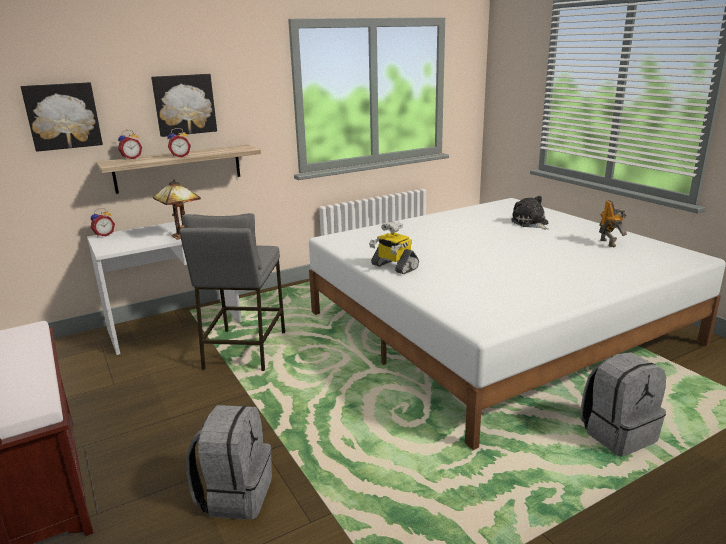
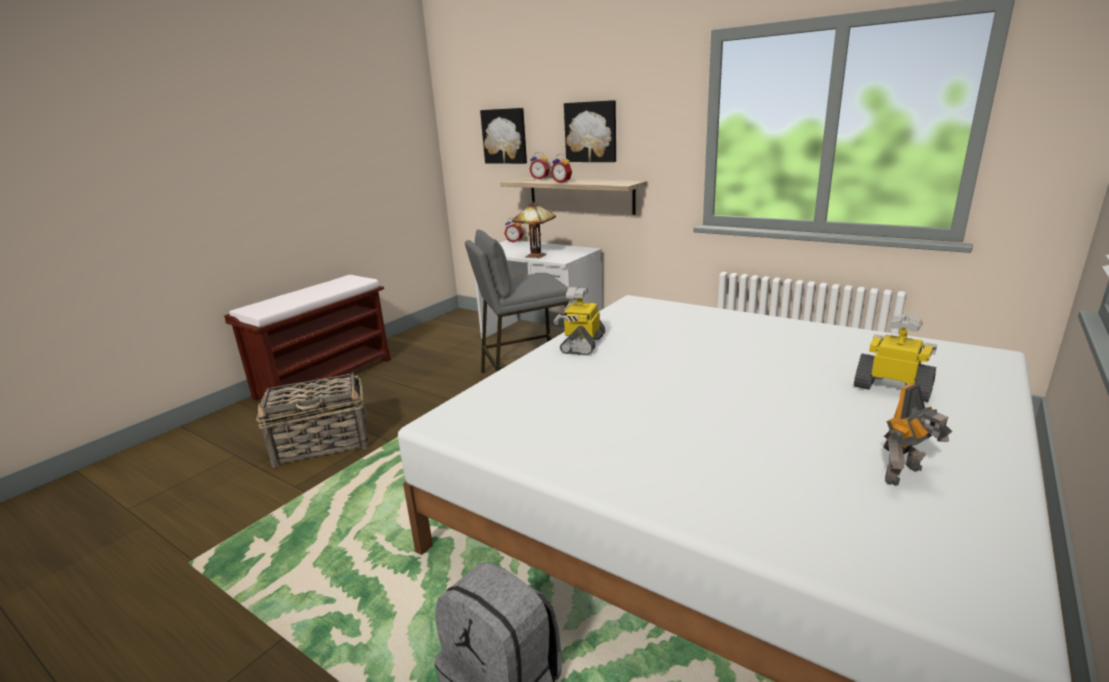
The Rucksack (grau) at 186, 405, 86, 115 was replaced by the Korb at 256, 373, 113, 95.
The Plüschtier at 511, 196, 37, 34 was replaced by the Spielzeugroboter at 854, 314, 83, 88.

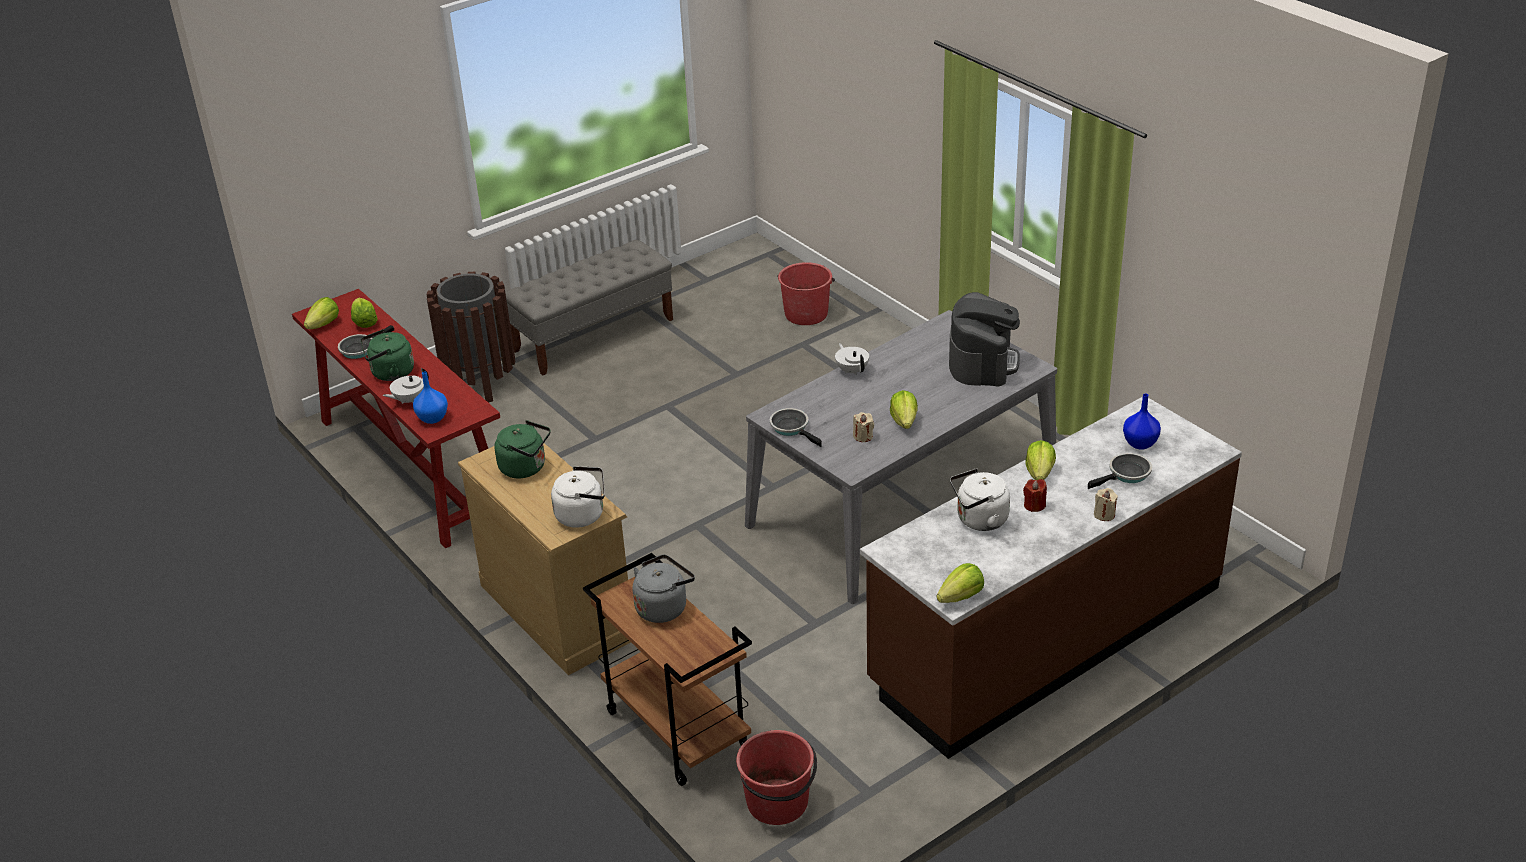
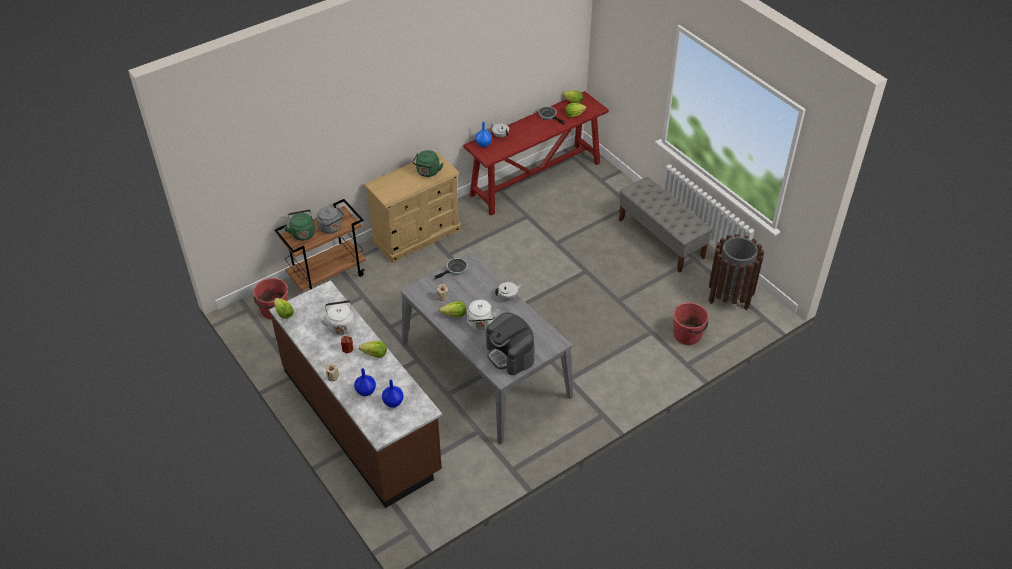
The Wasserkessel (grün) moved from 361, 329, 53, 52 to 284, 210, 31, 31.
The Mülleimer (braun) moved from 426, 272, 89, 130 to 709, 234, 55, 76.
The Wasserkessel (weiß) moved from 551, 466, 54, 62 to 467, 300, 32, 30.
The Kaffeemaschine at 949, 292, 71, 95 turned 45 degrees clockwise.
The Pfanne at 1088, 453, 64, 36 was replaced by the Vase (blau) at 354, 368, 22, 28.

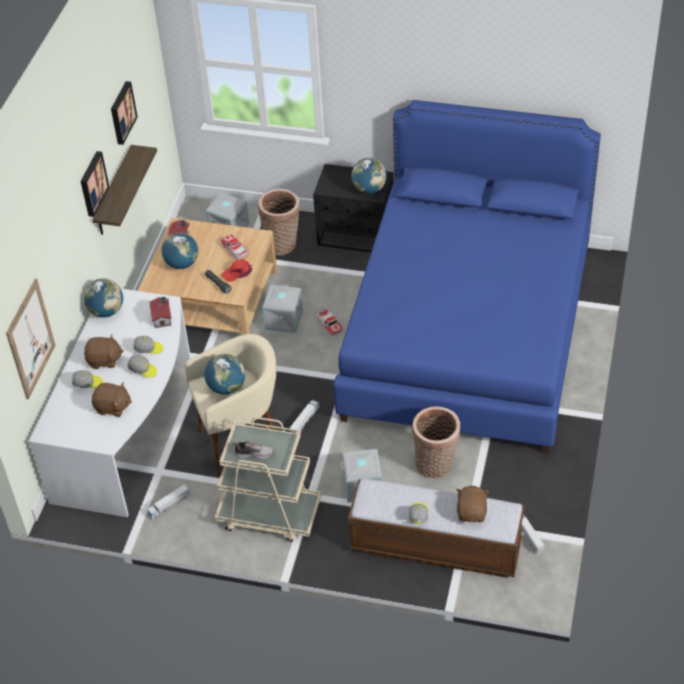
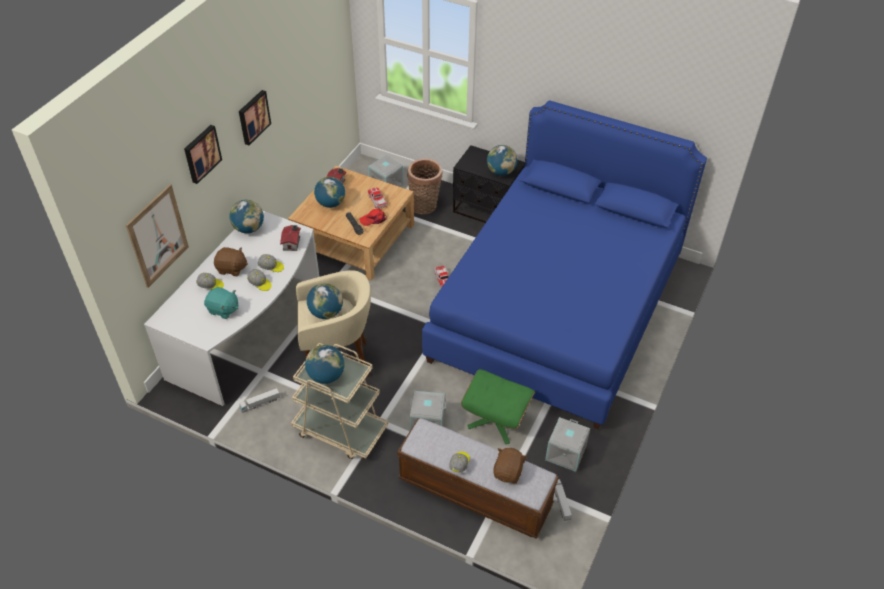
The Plüschtier (braun) at 92, 382, 40, 35 became the Plüschtier (türkis) at 204, 287, 34, 32.
The Wandregal at 93, 145, 64, 90 disappeared.
The Bild moved from 111, 81, 27, 64 to 184, 125, 38, 59.
The Schuh at 233, 441, 41, 18 was replaced by the Globus at 305, 345, 40, 39.
The Aufbewahrungsbox (grau) moved from 262, 284, 41, 49 to 545, 417, 45, 55.
The Spielzeuglaster at 290, 400, 29, 33 disappeared.
The Korb at 412, 406, 48, 73 was replaced by the Polsterhocker (grün) at 461, 369, 74, 75.

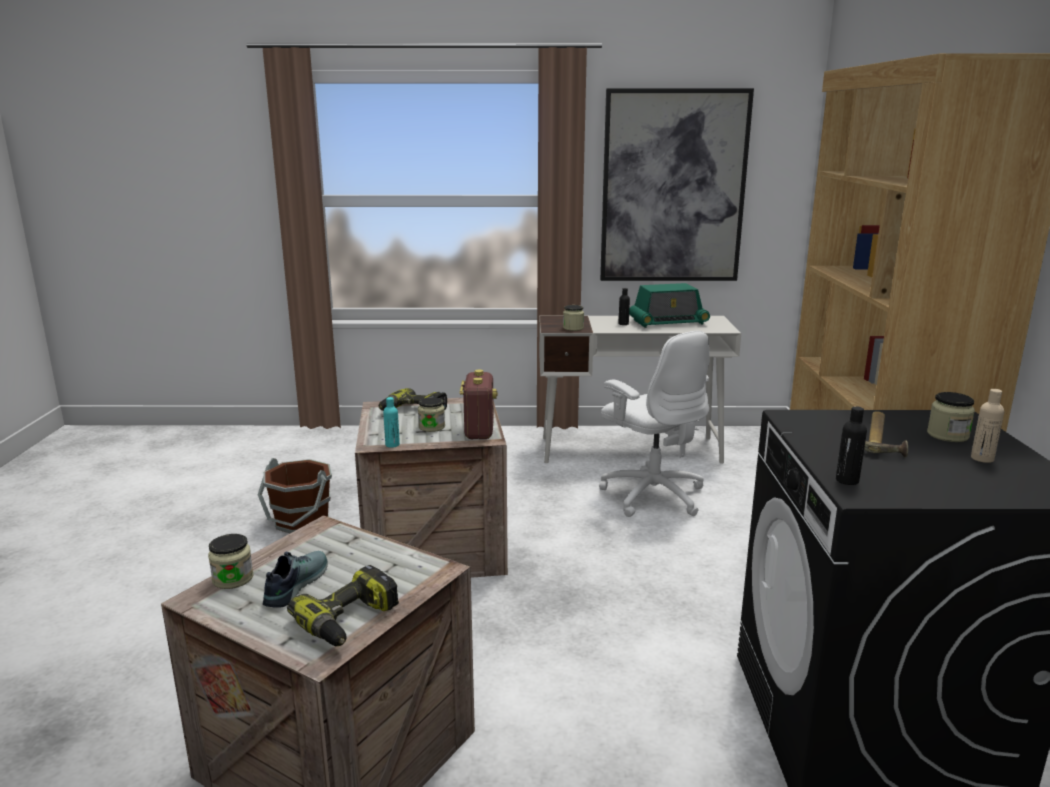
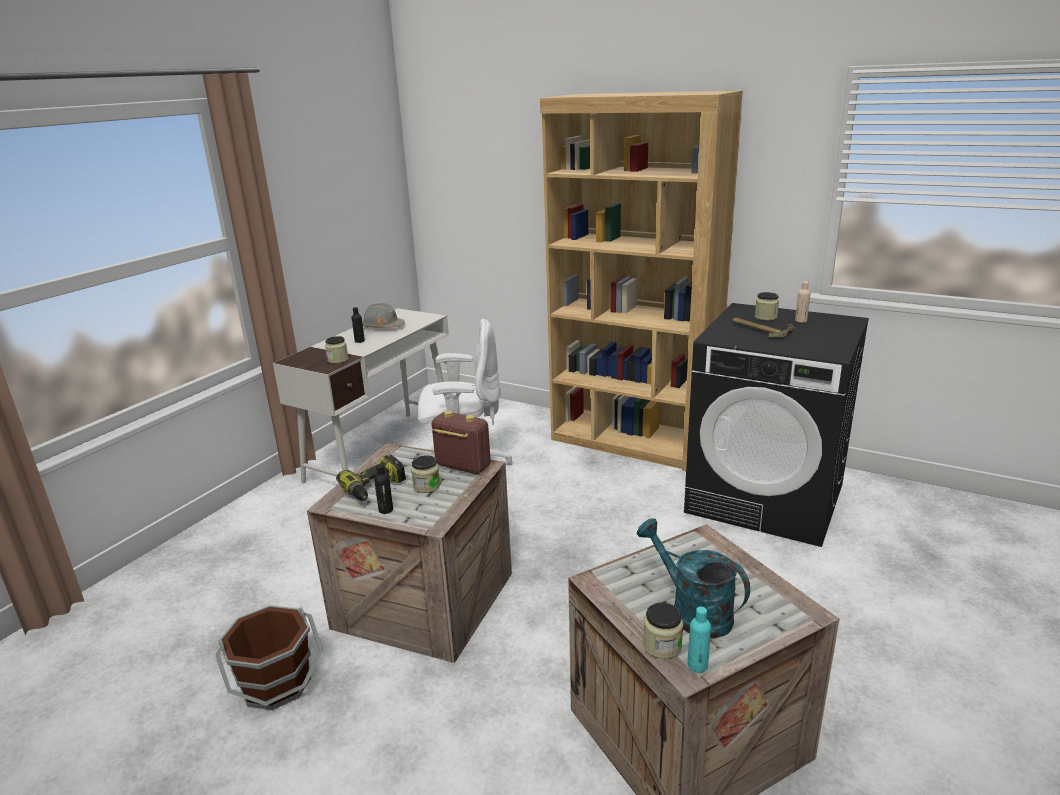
The Schuh at 263, 551, 65, 57 was replaced by the Gießkanne (türkis) at 637, 518, 113, 120.
The Bohrmaschine at 287, 565, 112, 81 disappeared.
The Flasche (türkis) moved from 383, 397, 17, 51 to 688, 607, 23, 66.
The Bild at 600, 88, 154, 193 disappeared.
The Radio at 629, 283, 81, 45 was replaced by the Schutzhelm (grau) at 362, 303, 43, 25.
The Flasche (schwarz) moved from 836, 406, 31, 79 to 374, 464, 19, 50.

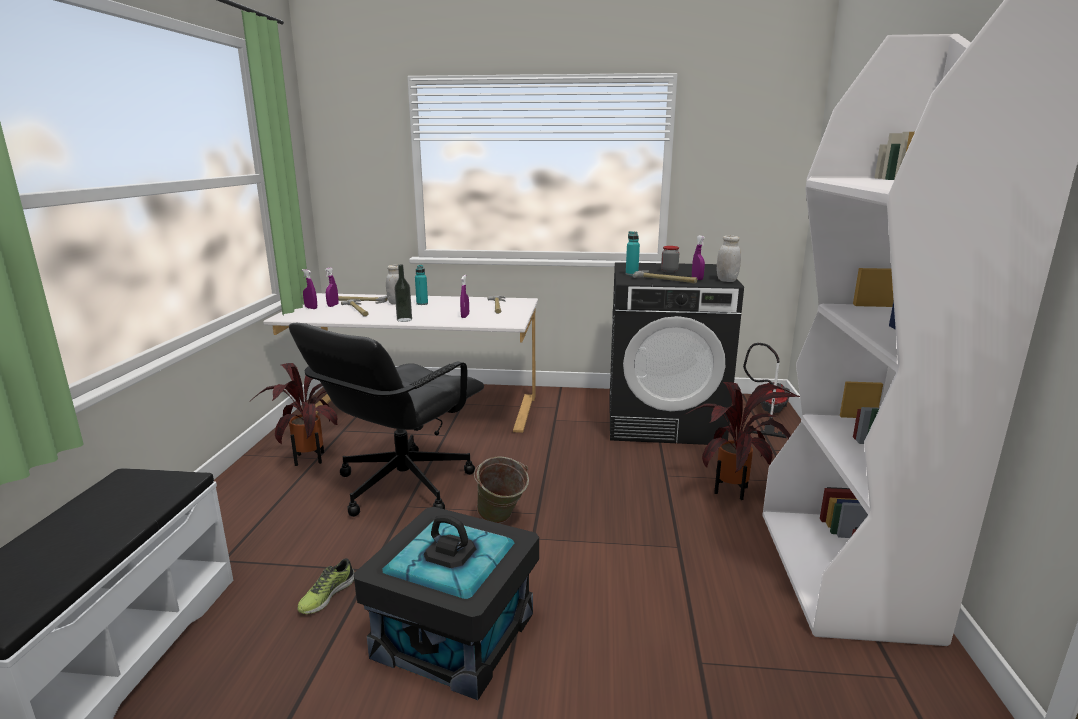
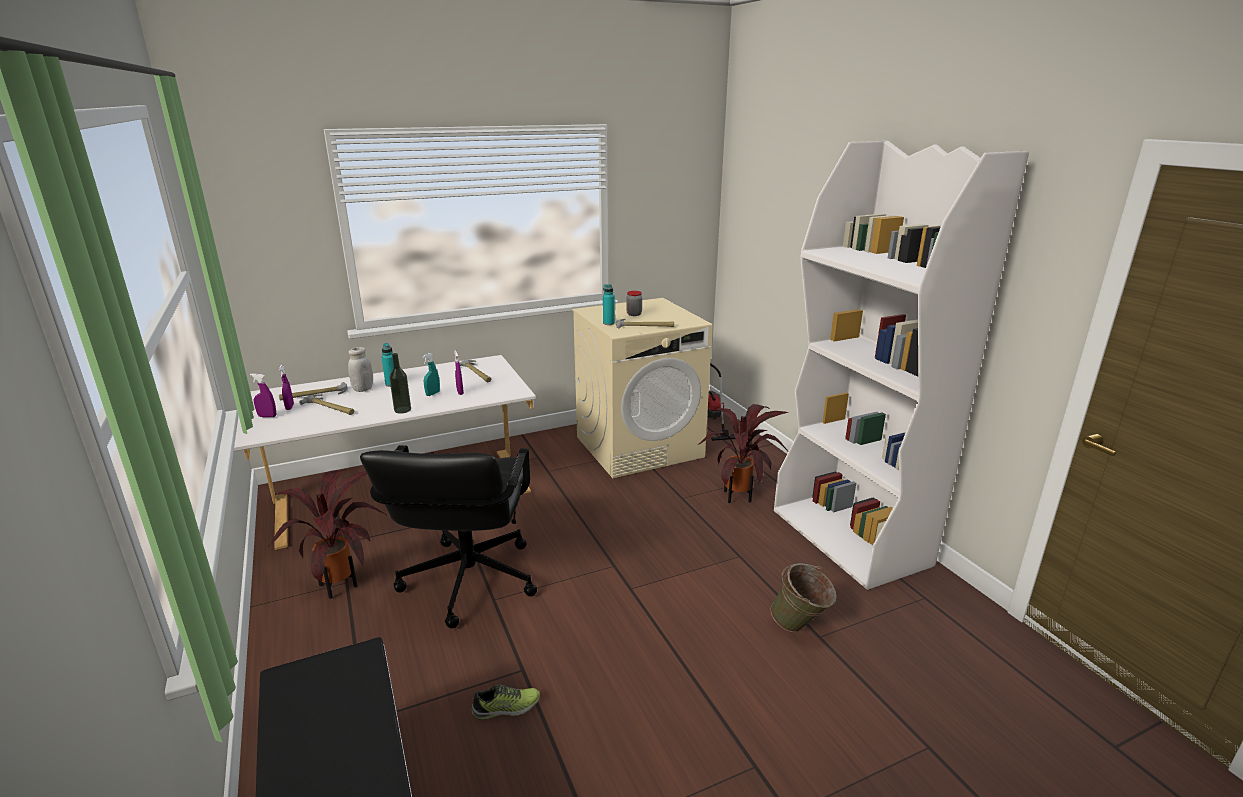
The Schuh at 297, 558, 57, 56 turned 105 degrees counterclockwise.
The Aufbewahrungsbox (schwarz) at 354, 507, 185, 193 disappeared.
The Eimer (grün) moved from 474, 456, 55, 67 to 770, 563, 66, 69.
The Waschmaschine (schwarz) at 609, 262, 135, 183 became the Waschmaschine (beige) at 572, 298, 140, 180.
The Sprühflasche (lila) at 692, 235, 13, 45 disappeared.
The Vorratsglas (weiß) at 717, 235, 24, 47 disappeared.
The Sprühflasche (türkis) at 422, 353, 18, 43 appeared.

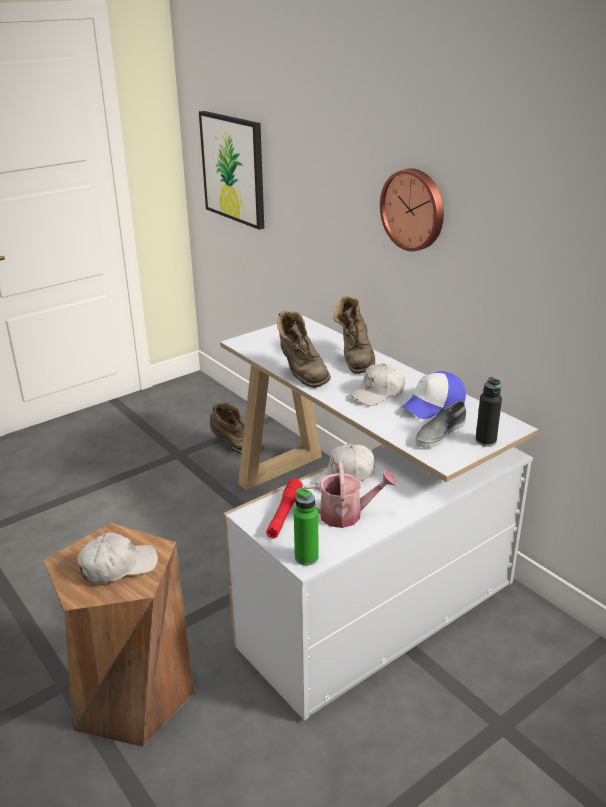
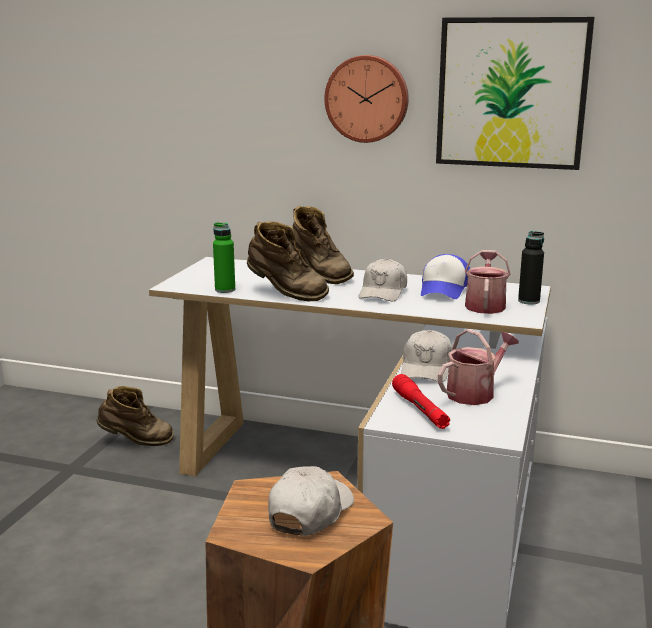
The Bild moved from 199, 111, 65, 119 to 436, 17, 158, 153.
The Flasche (grün) moved from 294, 488, 24, 78 to 213, 222, 22, 71.
The Schuh (grau) at 415, 401, 51, 47 was replaced by the Gießkanne at 465, 250, 45, 64.

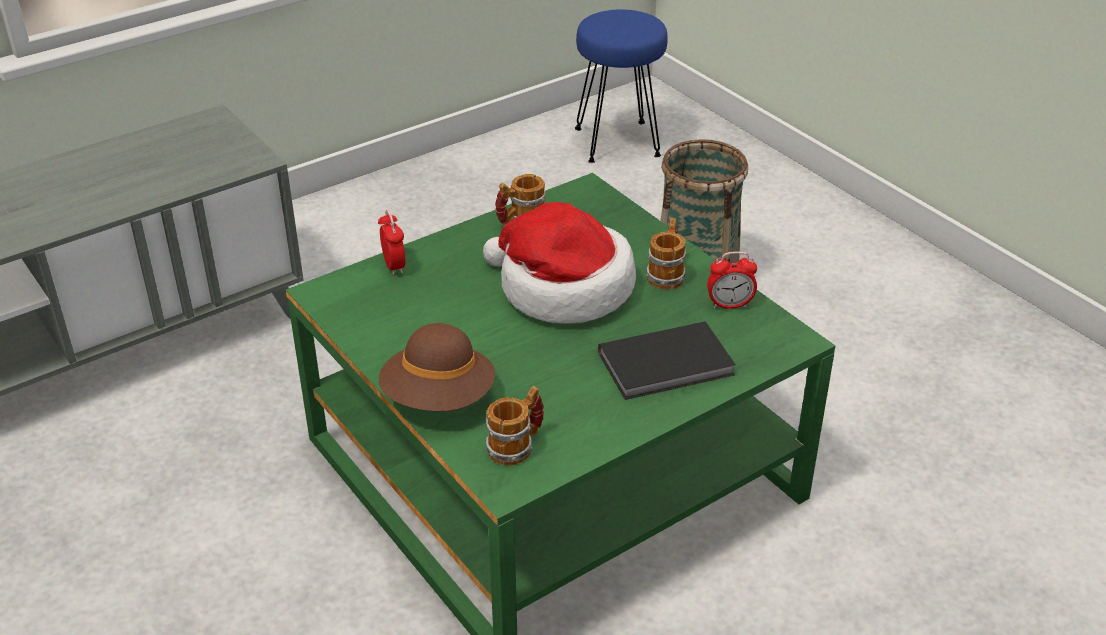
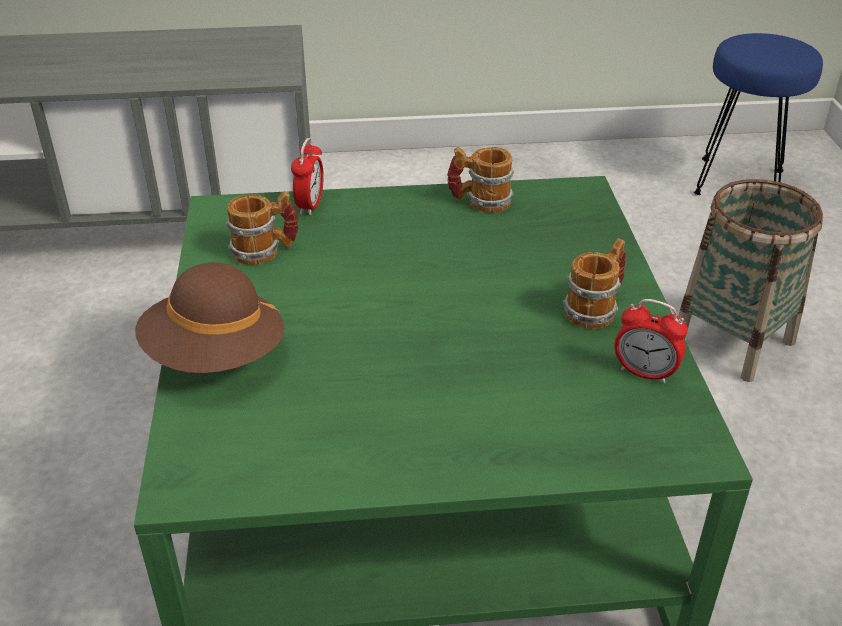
The Hut at 483, 202, 153, 122 disappeared.
The Henkelbecher moved from 486, 386, 58, 80 to 226, 191, 73, 74.
The Buch (schwarz) at 598, 322, 138, 78 disappeared.

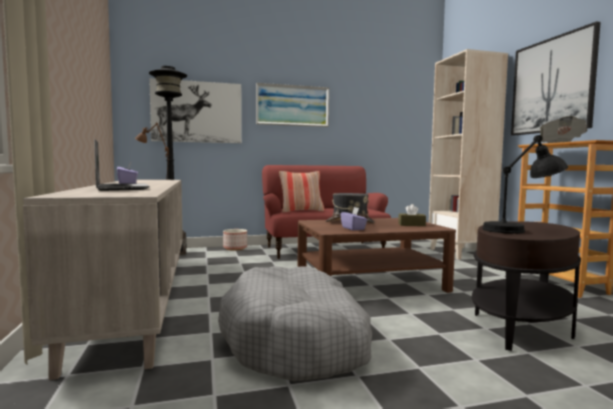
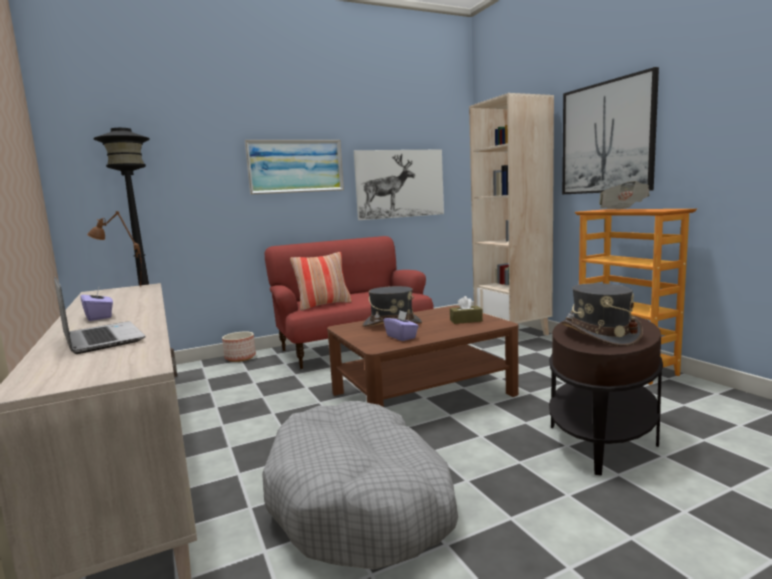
The Bild moved from 149, 78, 93, 65 to 354, 149, 90, 71.
The Tischlampe (schwarz) at 483, 135, 85, 99 was replaced by the Hut (grau) at 562, 283, 81, 63.

